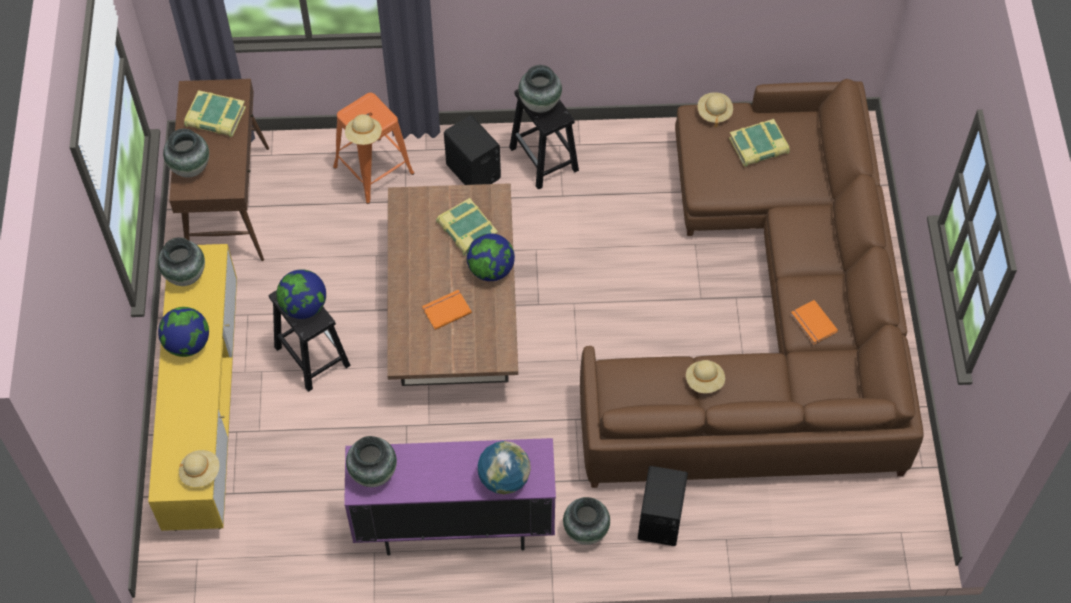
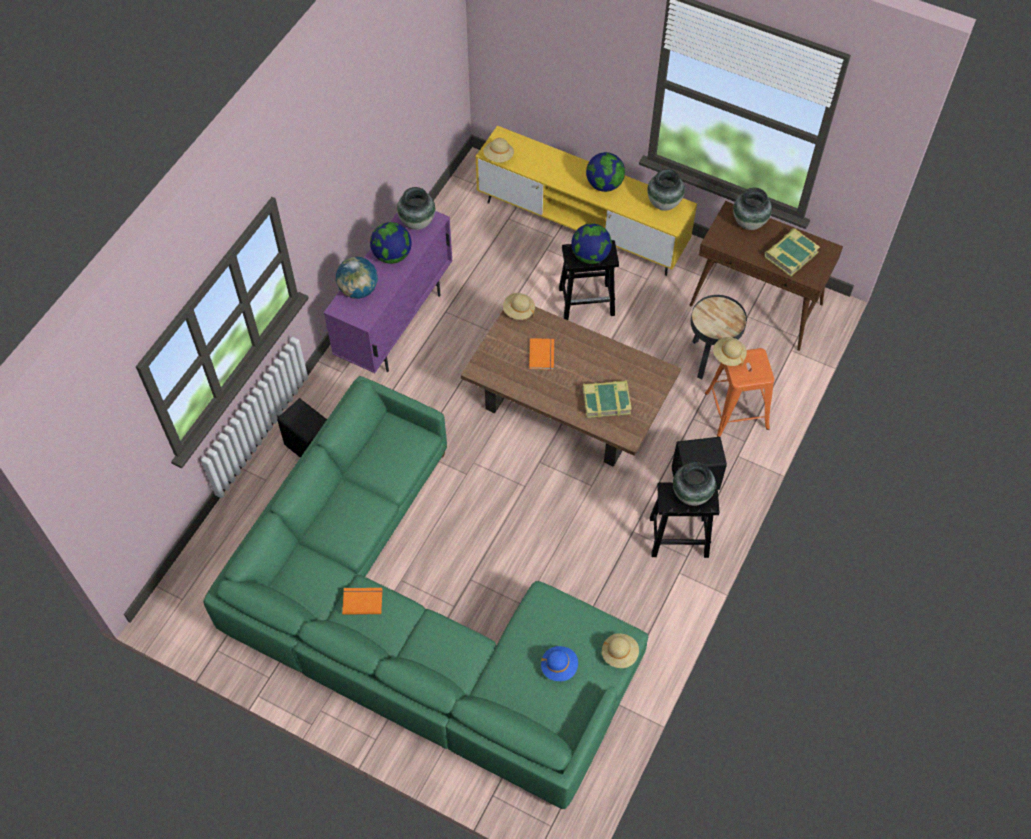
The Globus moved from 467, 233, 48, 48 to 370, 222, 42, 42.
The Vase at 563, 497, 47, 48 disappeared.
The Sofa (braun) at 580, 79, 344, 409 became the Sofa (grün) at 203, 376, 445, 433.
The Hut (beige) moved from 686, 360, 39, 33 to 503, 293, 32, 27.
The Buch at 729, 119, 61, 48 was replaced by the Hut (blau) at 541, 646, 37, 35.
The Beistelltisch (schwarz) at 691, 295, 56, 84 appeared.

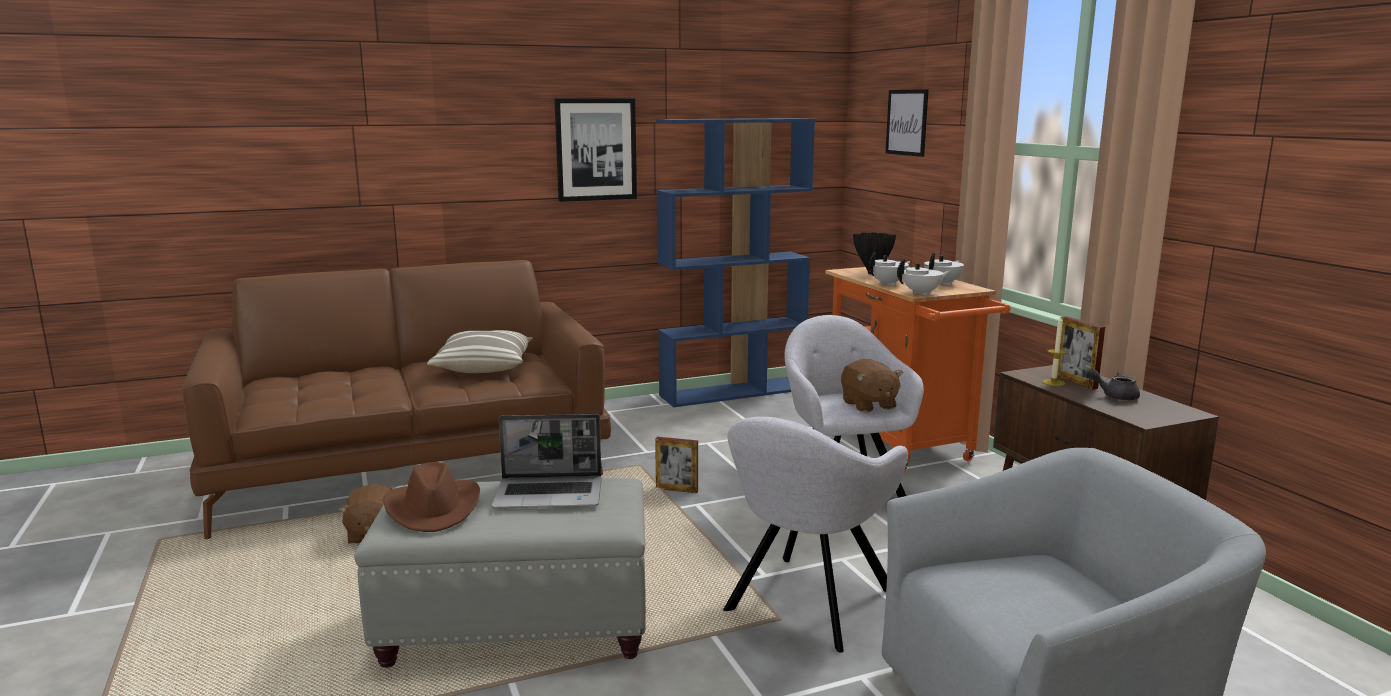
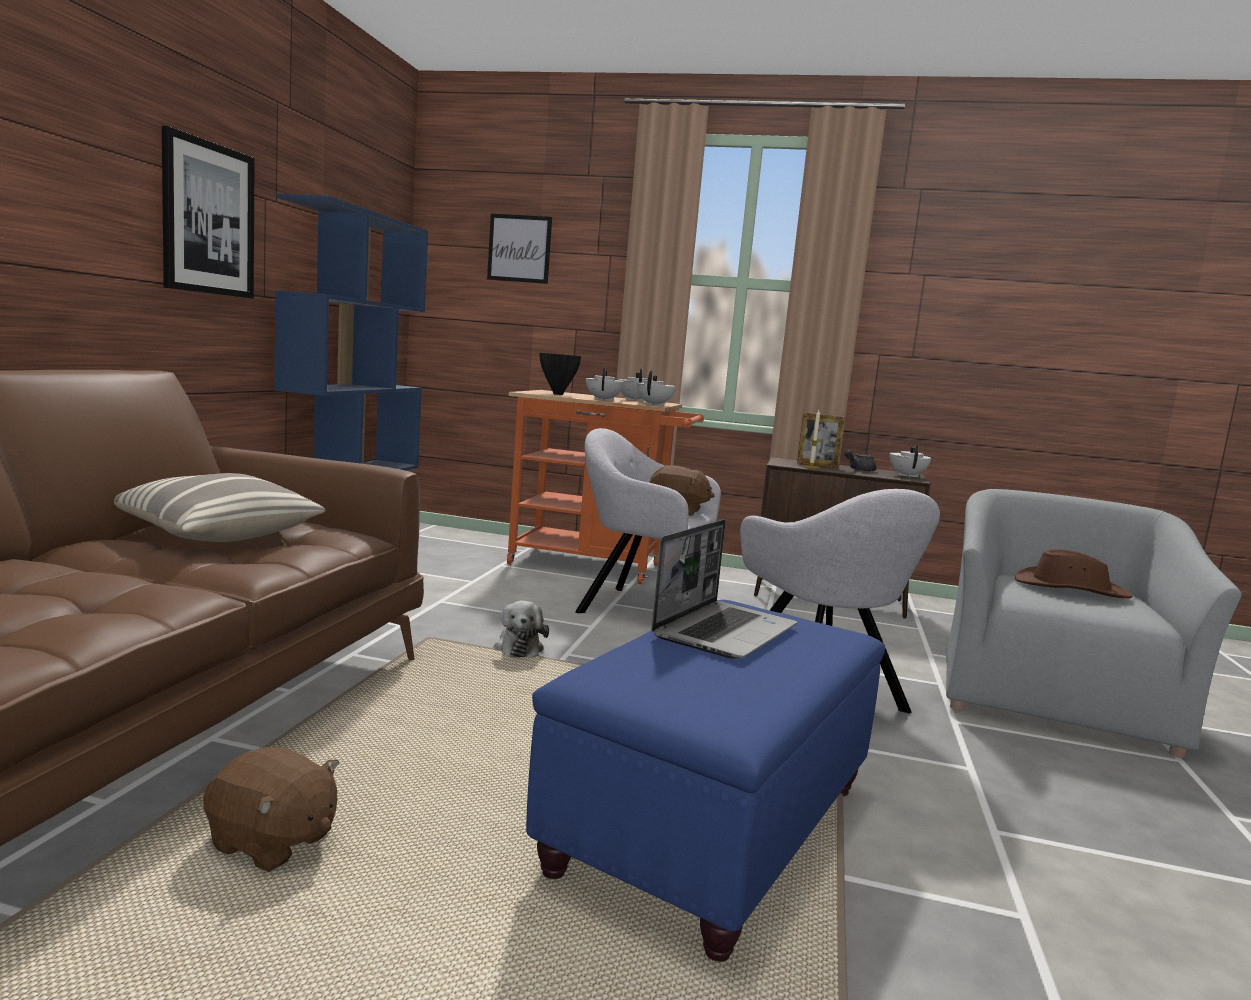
The Polsterhocker (grau) at 354, 478, 292, 190 became the Polsterhocker (blau) at 526, 600, 359, 362.
The Hut (braun) moved from 383, 462, 97, 70 to 1015, 549, 118, 49.
The Bilderrahmen at 655, 437, 43, 56 was replaced by the Plüschtier at 493, 600, 56, 57.
The Teekanne (weiß) at 890, 443, 41, 34 appeared.

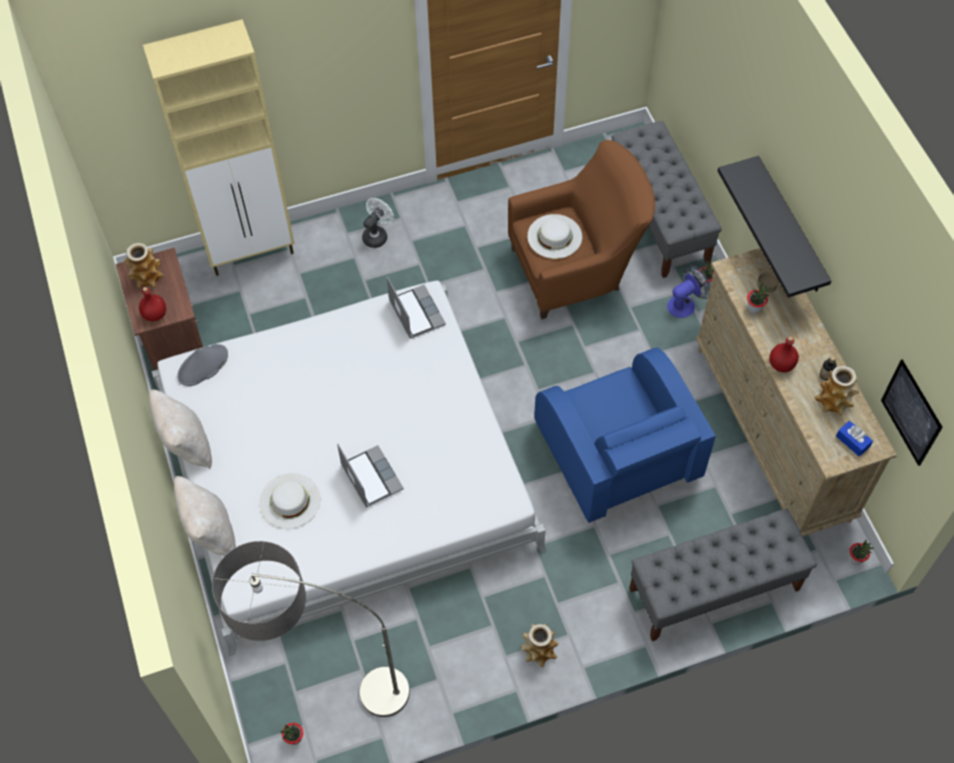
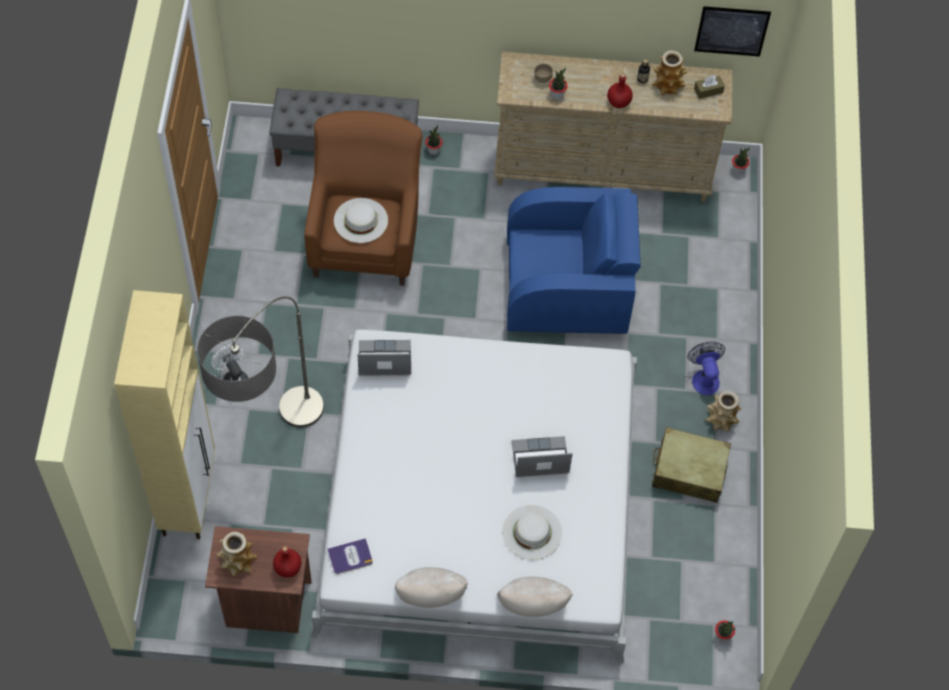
The Hut (grau) at 177, 344, 51, 42 was replaced by the Buch at 327, 538, 46, 36.
The Stehlampe moved from 212, 541, 198, 176 to 197, 297, 127, 131.
The Bank (grau) at 629, 508, 188, 133 disappeared.
The Ventilator moved from 667, 265, 43, 53 to 687, 341, 38, 54.
The Wandregal (schwarz) at 718, 156, 114, 142 disappeared.
The Taschentuchbox (blau) at 836, 421, 37, 36 became the Taschentuchbox (braun) at 694, 75, 31, 24.
The Koffer (beige) at 652, 427, 79, 76 appeared.

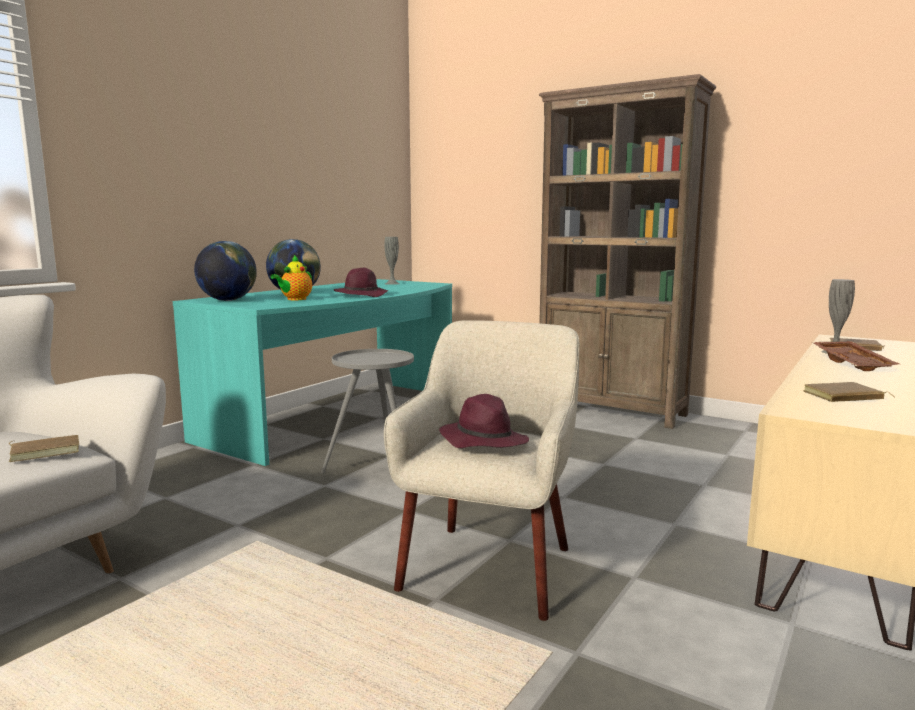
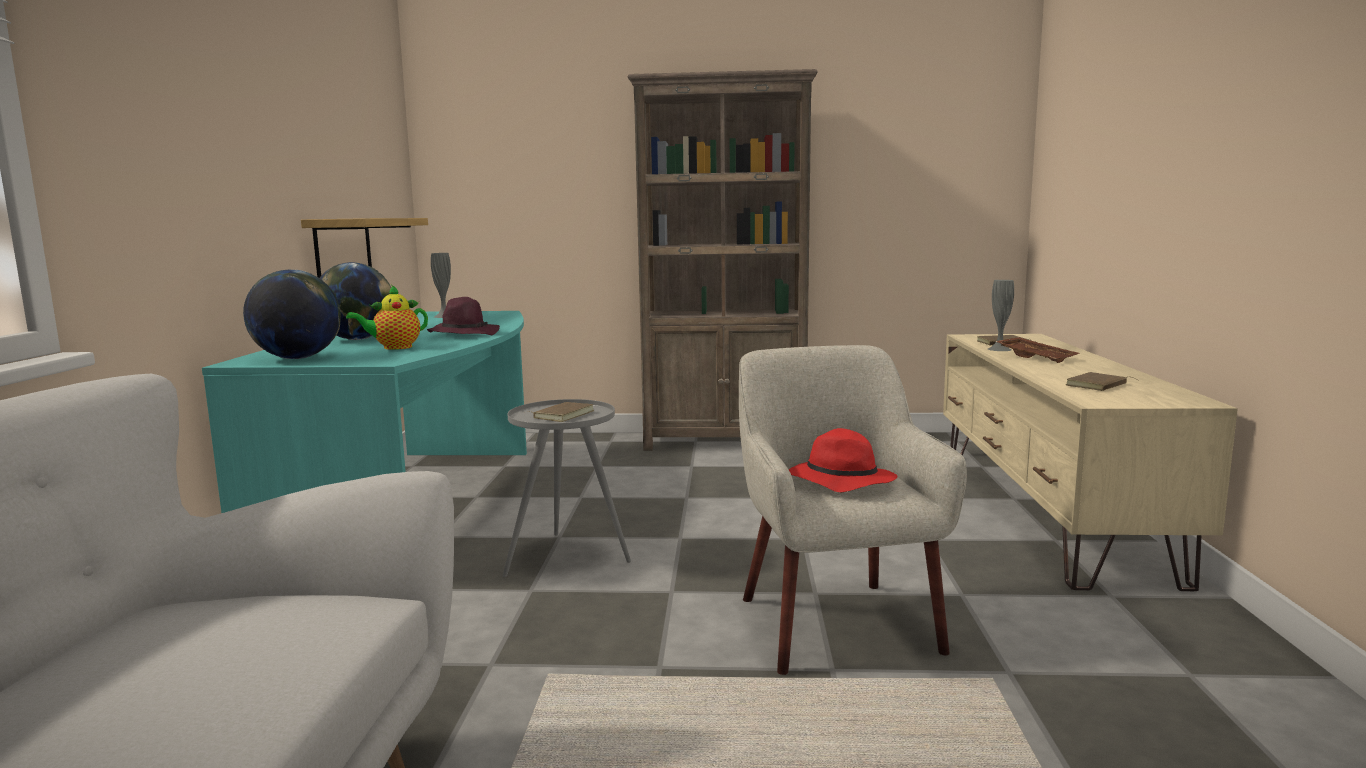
The Buch (braun) moved from 9, 435, 70, 27 to 530, 402, 64, 20.
The Teekanne at 270, 255, 42, 45 turned 60 degrees clockwise.
The Hut (lila) at 439, 394, 90, 54 became the Hut (rot) at 788, 428, 109, 64.
The Wandregal at 301, 218, 127, 60 appeared.

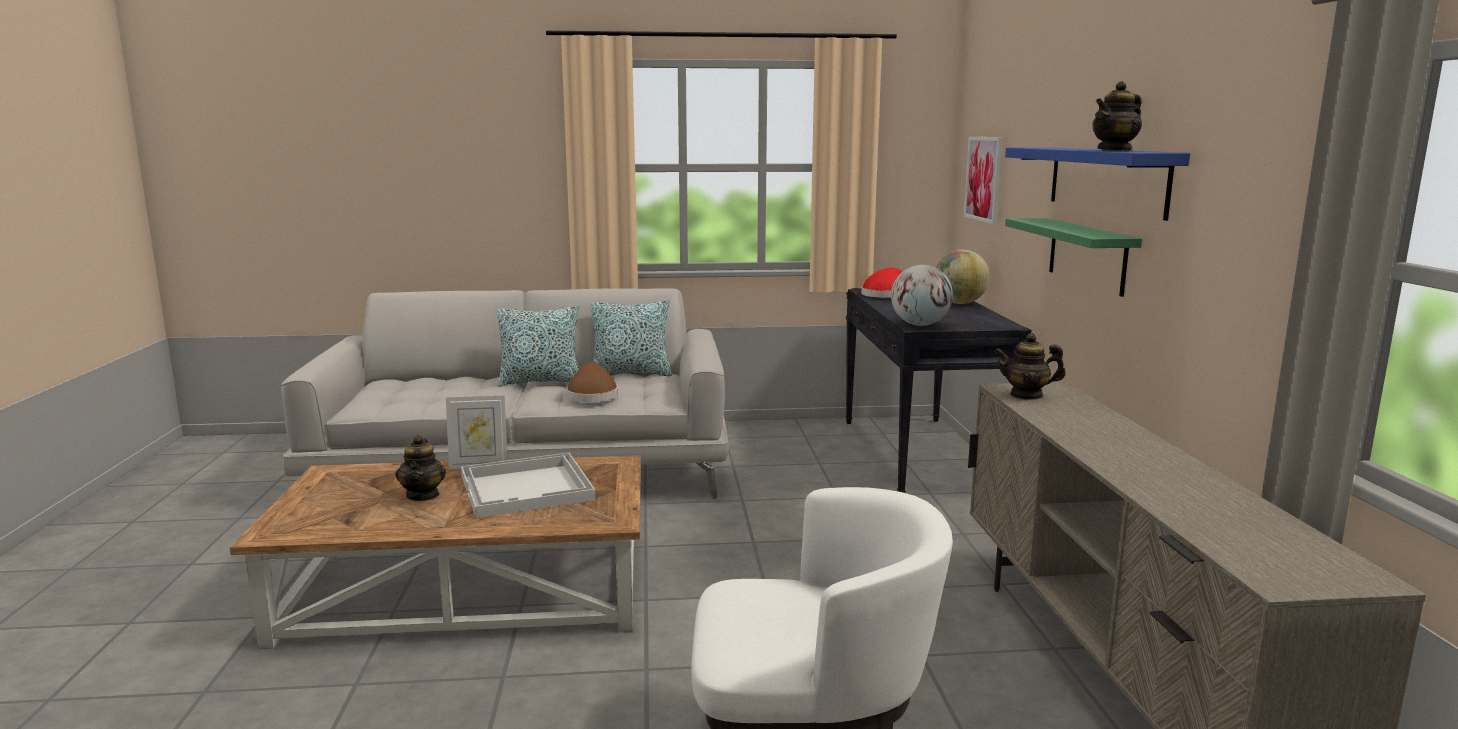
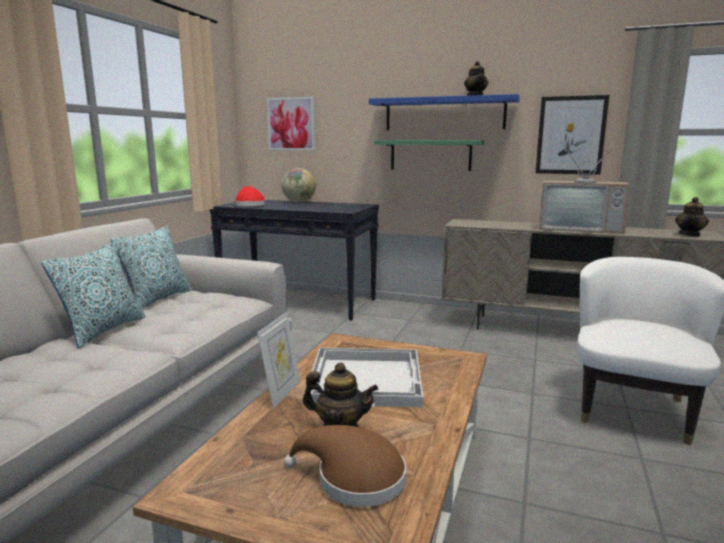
The Hut (braun) moved from 566, 362, 52, 40 to 284, 425, 122, 82.
The Globus at 891, 265, 62, 61 disappeared.
The Teekanne moved from 994, 333, 72, 67 to 675, 197, 34, 39.
The Bild at 535, 95, 74, 80 appeared.
The Fernseher at 539, 141, 92, 93 appeared.

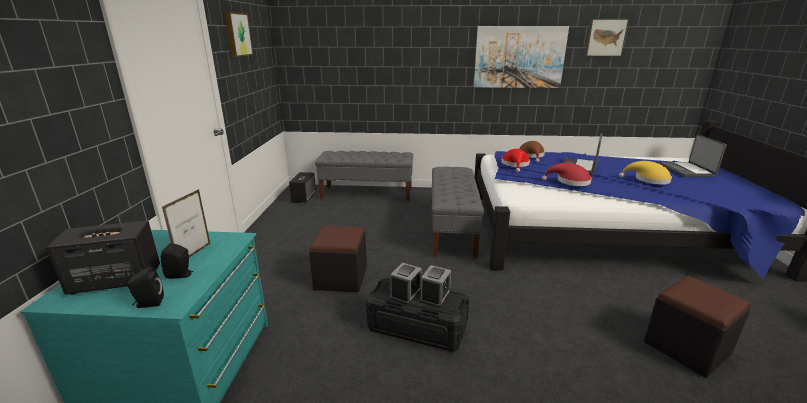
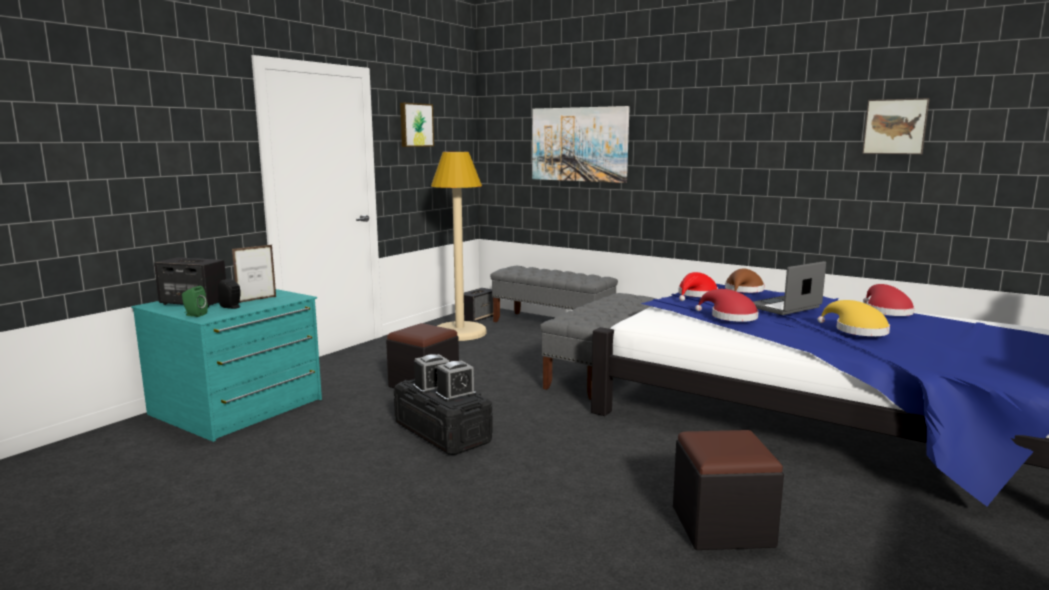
The Lautsprecher (schwarz) at 128, 267, 36, 41 became the Lautsprecher (grün) at 182, 286, 26, 31.
The Bild moved from 474, 26, 95, 62 to 532, 106, 98, 77.
The Laptop at 661, 134, 66, 43 disappeared.
The Stehlampe (beige) at 431, 152, 55, 189 appeared.
The Hut (rot) at 863, 284, 52, 32 appeared.

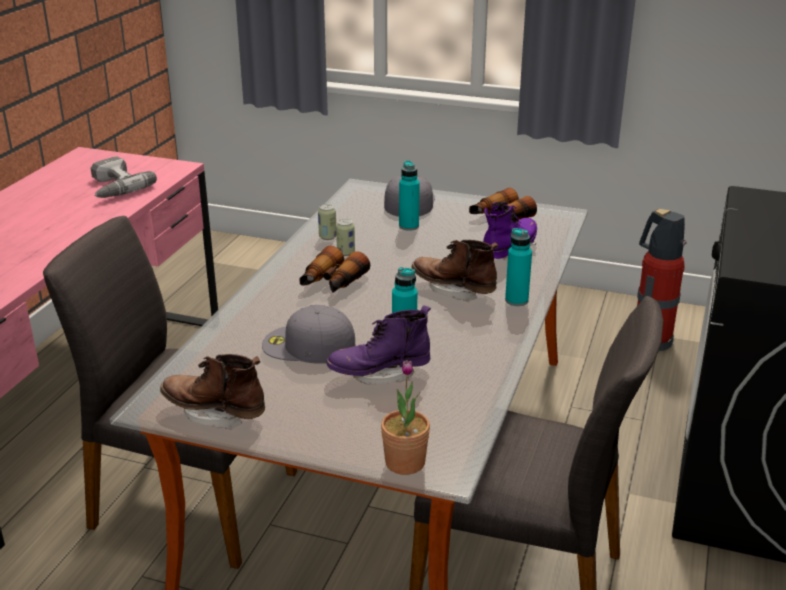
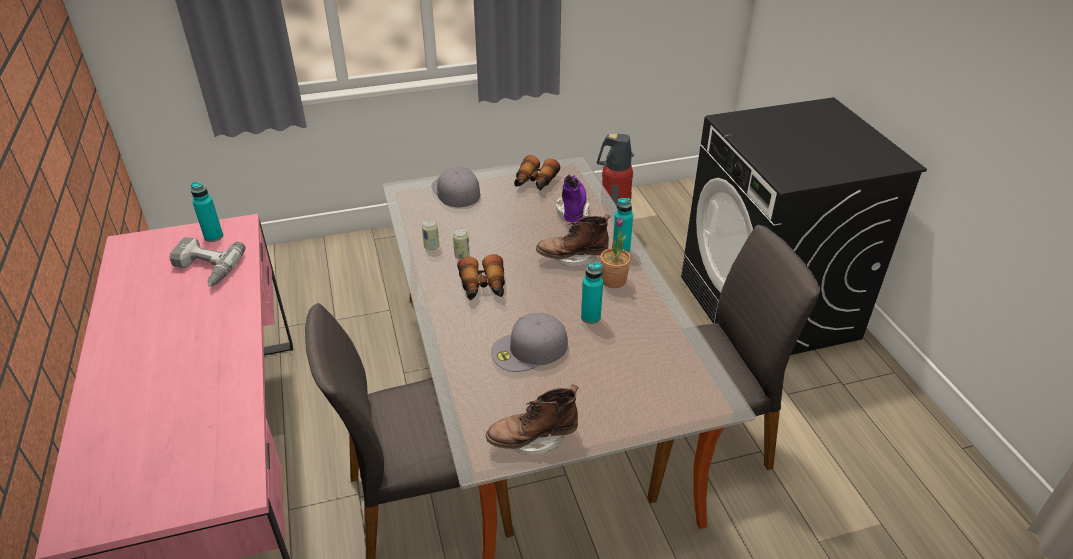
The Stiefel (lila) at 326, 305, 105, 80 disappeared.
The Topfpflanze moved from 381, 360, 49, 115 to 600, 217, 31, 71.
The Flasche (türkis) moved from 399, 161, 21, 70 to 190, 182, 33, 60.

